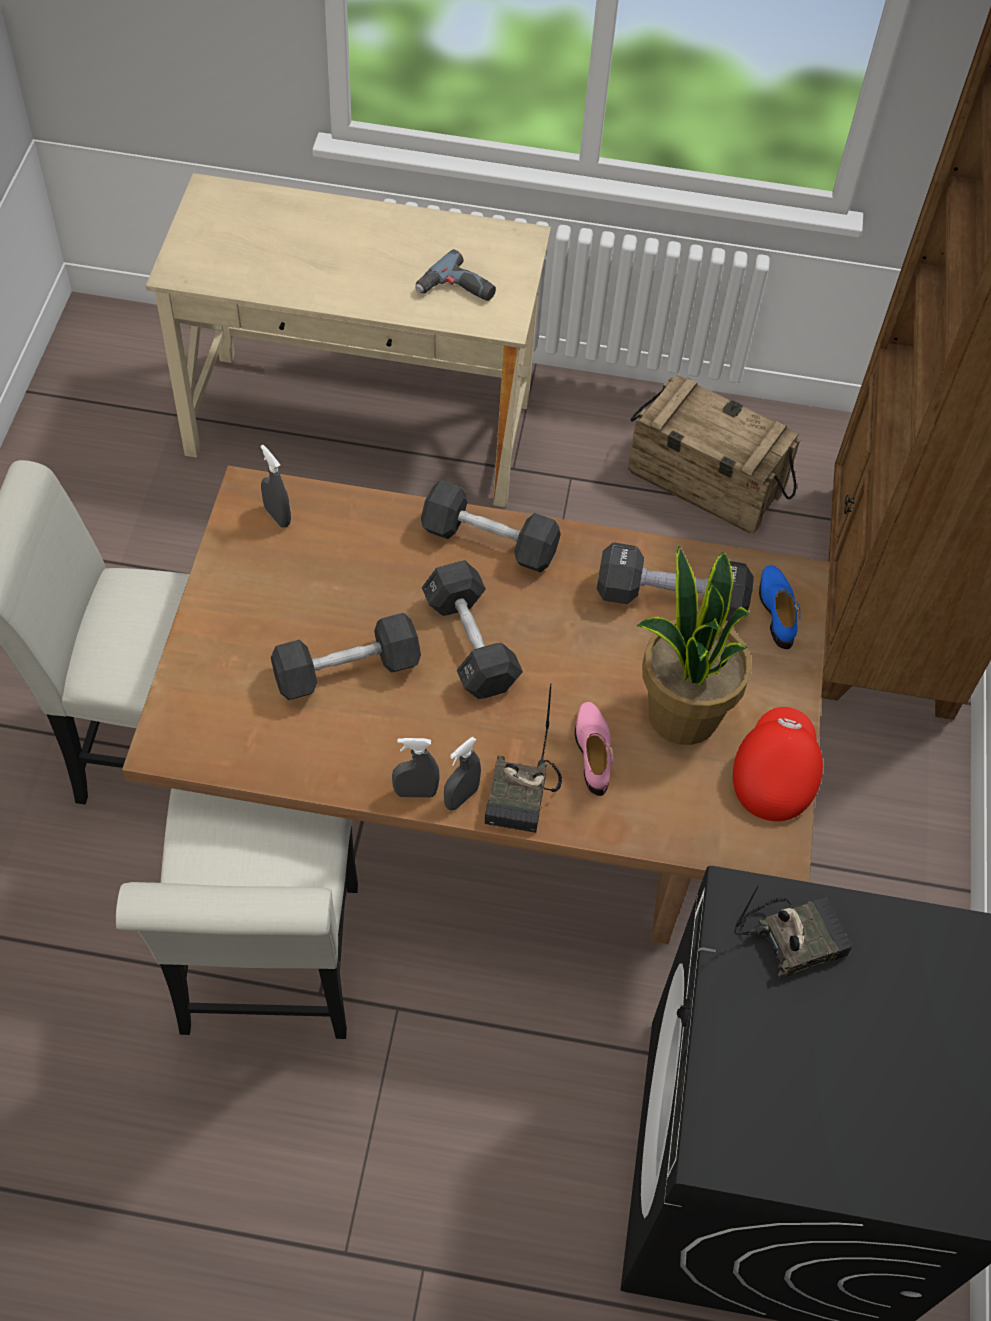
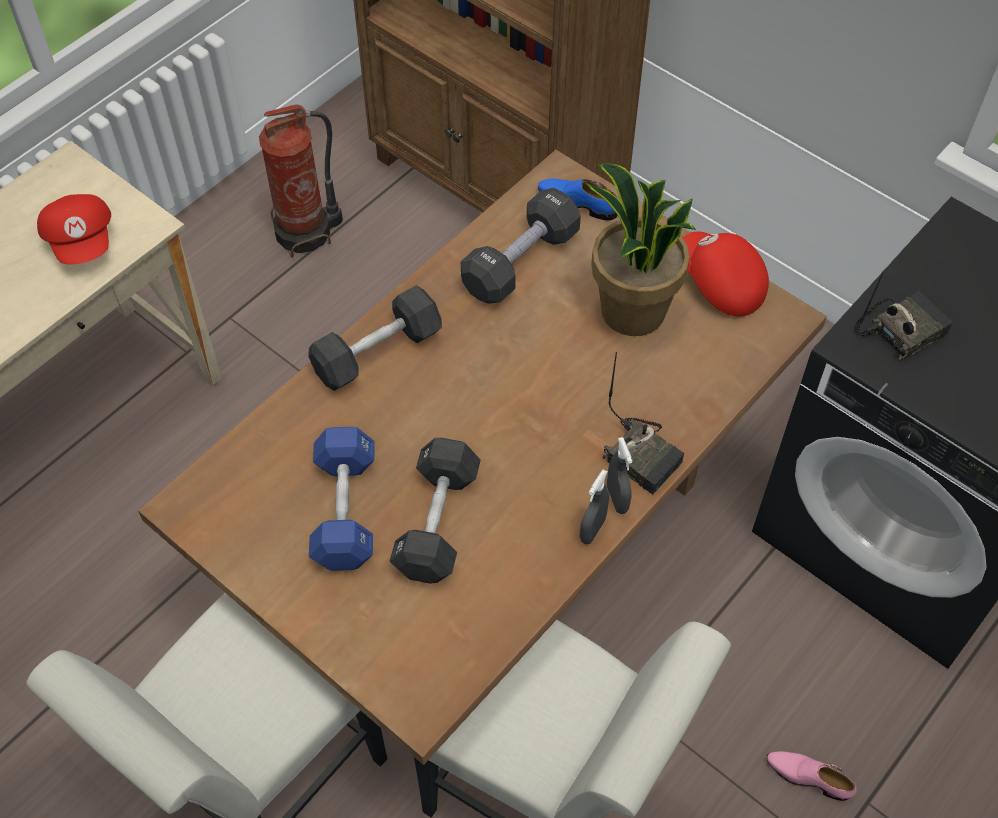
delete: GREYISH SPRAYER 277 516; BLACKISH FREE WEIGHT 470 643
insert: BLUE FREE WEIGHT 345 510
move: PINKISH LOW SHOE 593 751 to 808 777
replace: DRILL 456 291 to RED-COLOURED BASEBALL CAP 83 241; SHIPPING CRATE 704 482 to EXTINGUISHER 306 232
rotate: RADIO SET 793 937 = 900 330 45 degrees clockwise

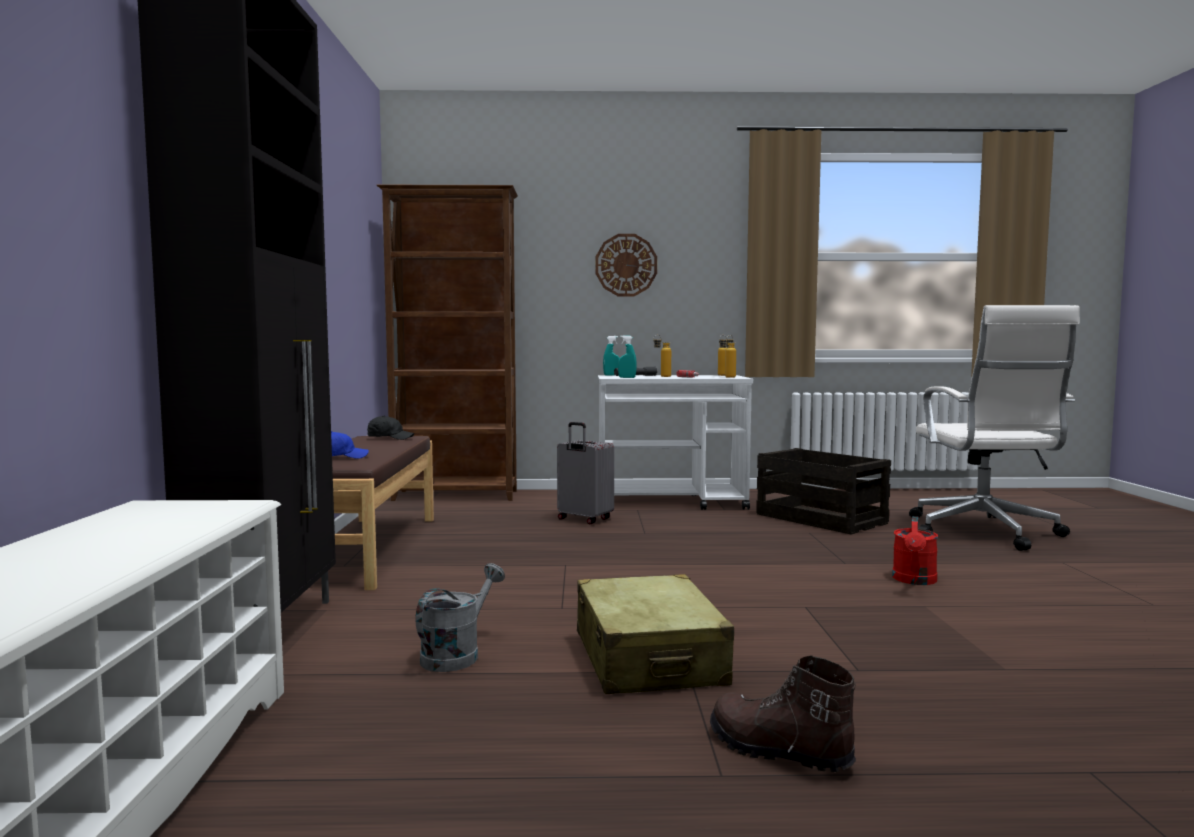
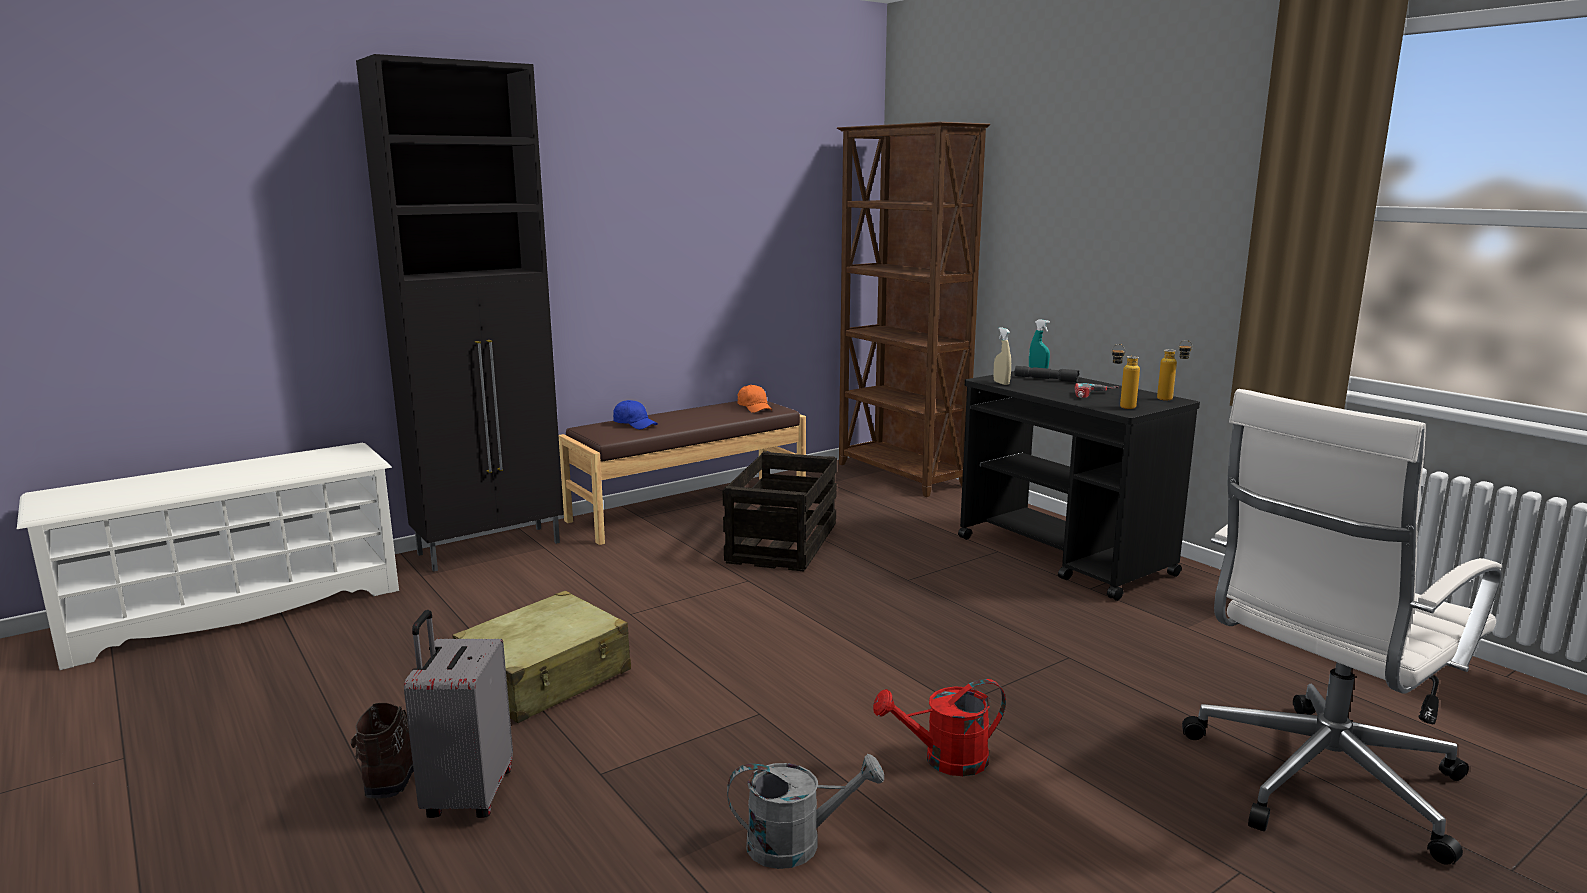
delete: CLOCK ON THE WALL 626 265; DRINK BOTTLE 661 376
move: GREYISH SUITCASE 584 520 to 467 795; SHIPPING CRATE 822 519 to 782 543; GREYISH WATERING CAN 457 654 to 797 844
recolor: BLUE-GREEN SPRAYER 627 377 to BEIGE SPRAYER 1001 383; WHITE-COLOURED WHEELED CART 671 502 to BLACKISH WHEELED CART 1065 557; BLACKISH BASEBALL CAP 390 438 to ORANGE-COLOURED BASEBALL CAP 755 408

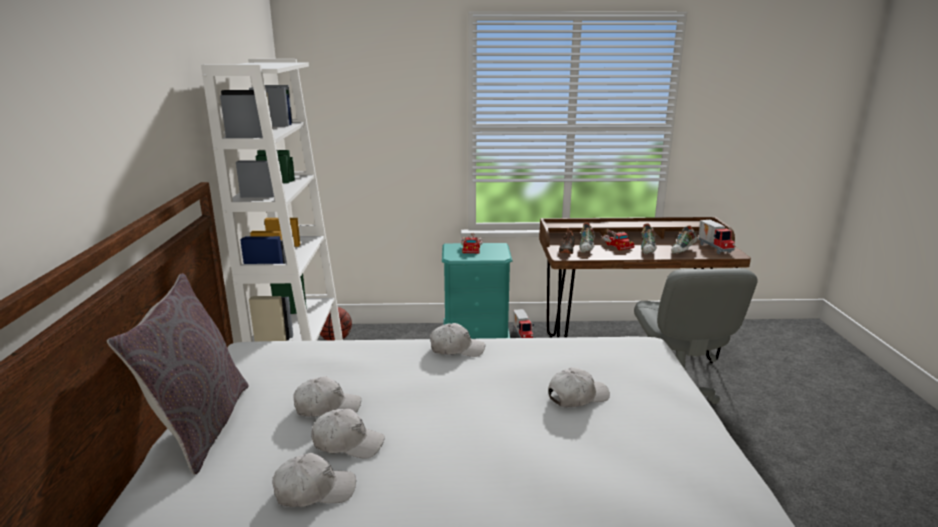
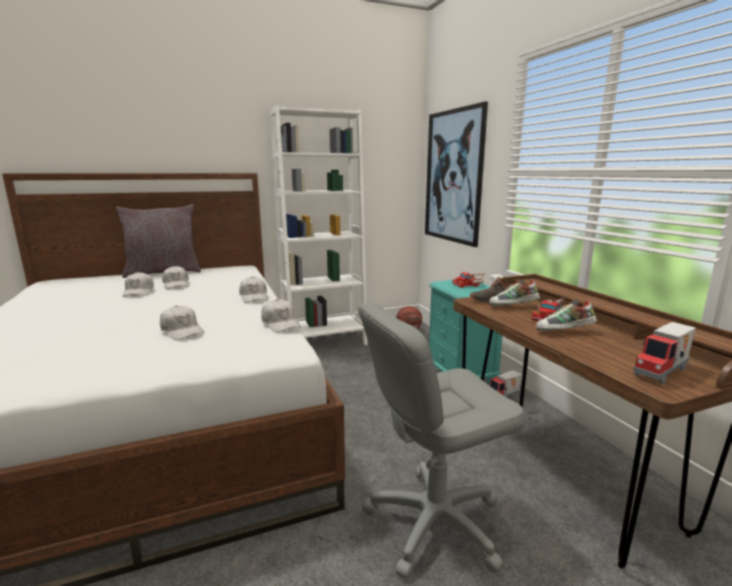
delete: LOW SHOE 683 251
insert: WALL PICTURE 453 177
move: WHITE-COLOURED BASEBALL CAP 314 490 to 280 324

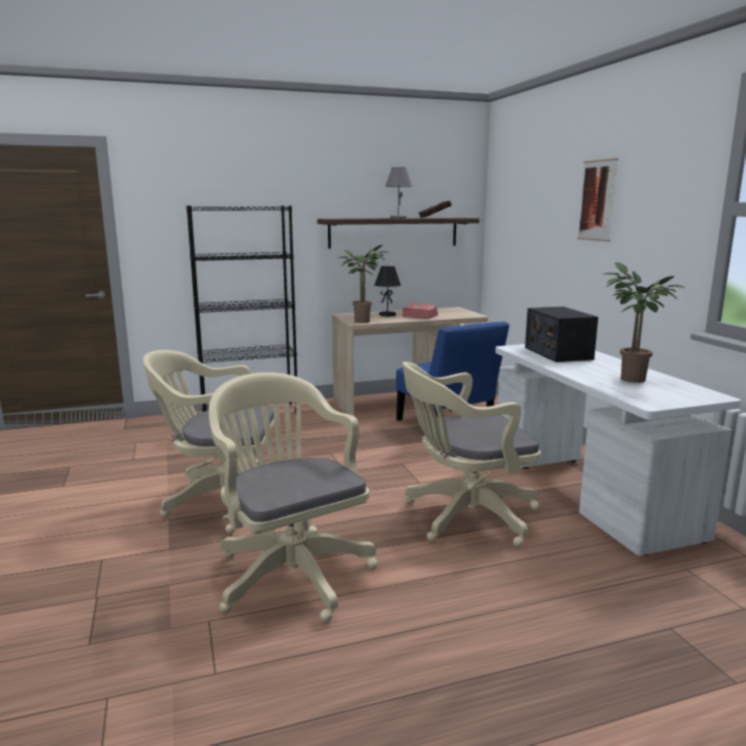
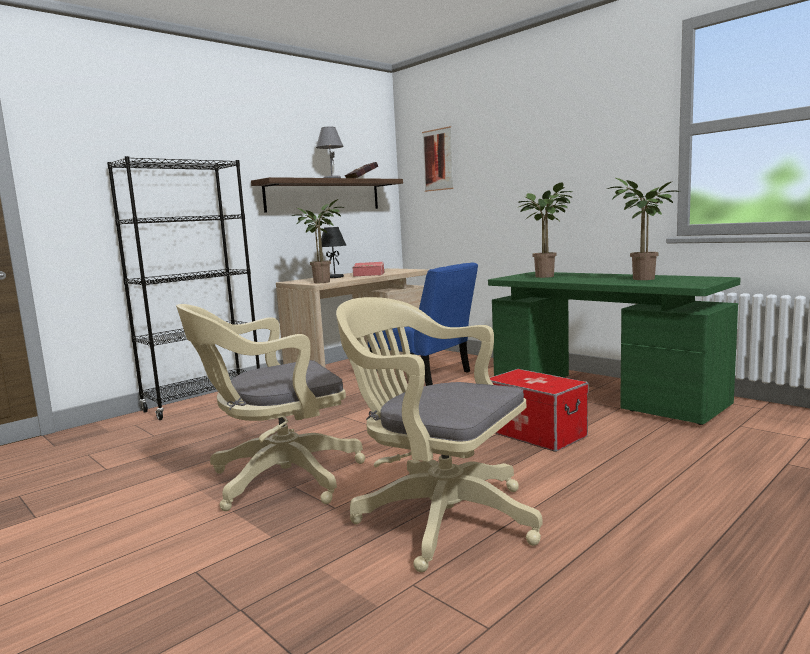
move: WALL PICTURE 597 200 to 438 160
replace: RADIO SET 557 353 to PLANT IN A POT 548 276; BEIGE DESK CHAIR 465 517 to STORAGE BIN 535 434
recolor: WHITE-COLOURED DESK TABLE 587 492 to GREENISH DESK TABLE 602 396

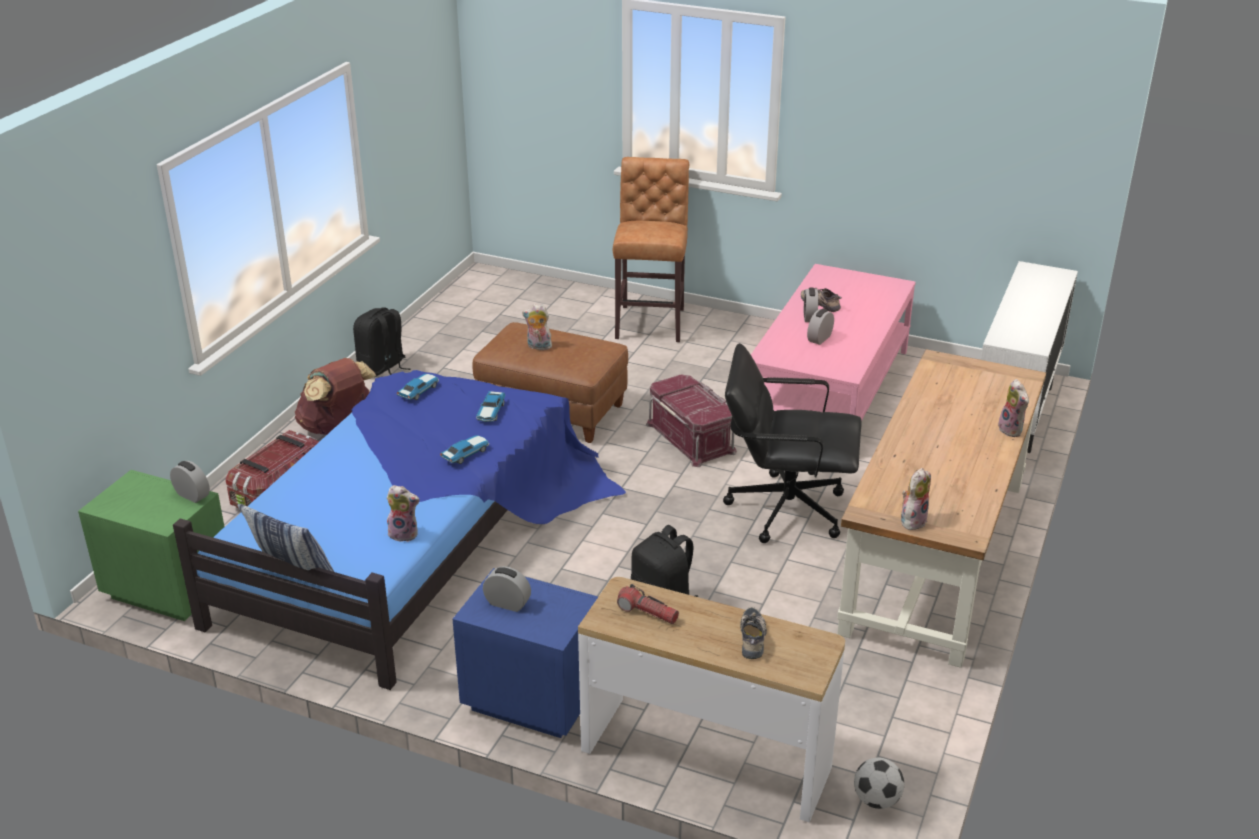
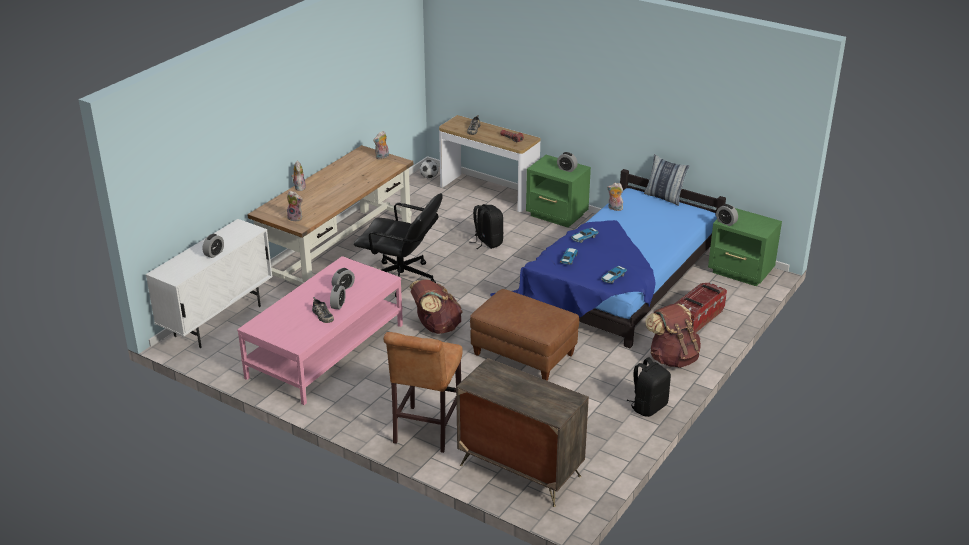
insert: TABLE CLOCK 214 253; CHEST OF DRAWERS 519 469
move: CUDDLY TOY 538 347 to 296 218
replace: RED-COLOURED STORAGE BIN 691 437 to BROWN KNAPSACK 436 327
recolor: BLUE NIGHTSTAND 530 699 to GREENISH NIGHTSTAND 557 215

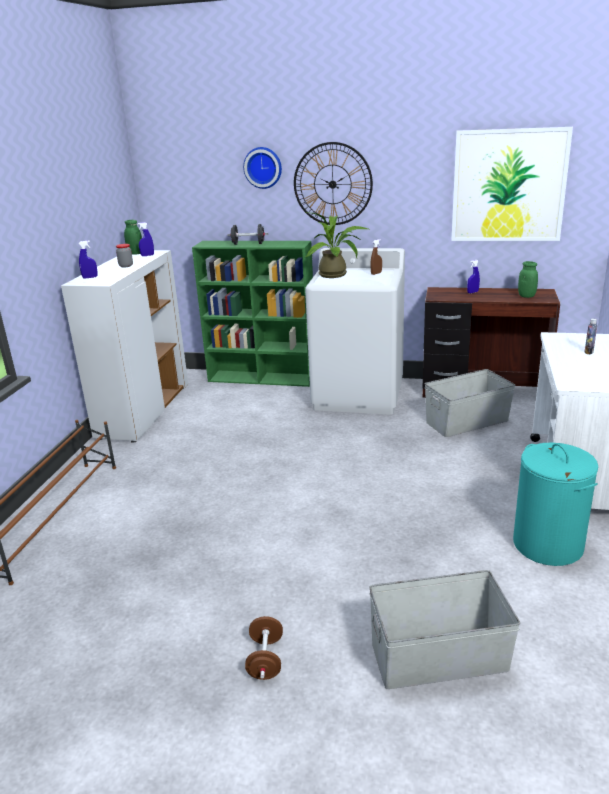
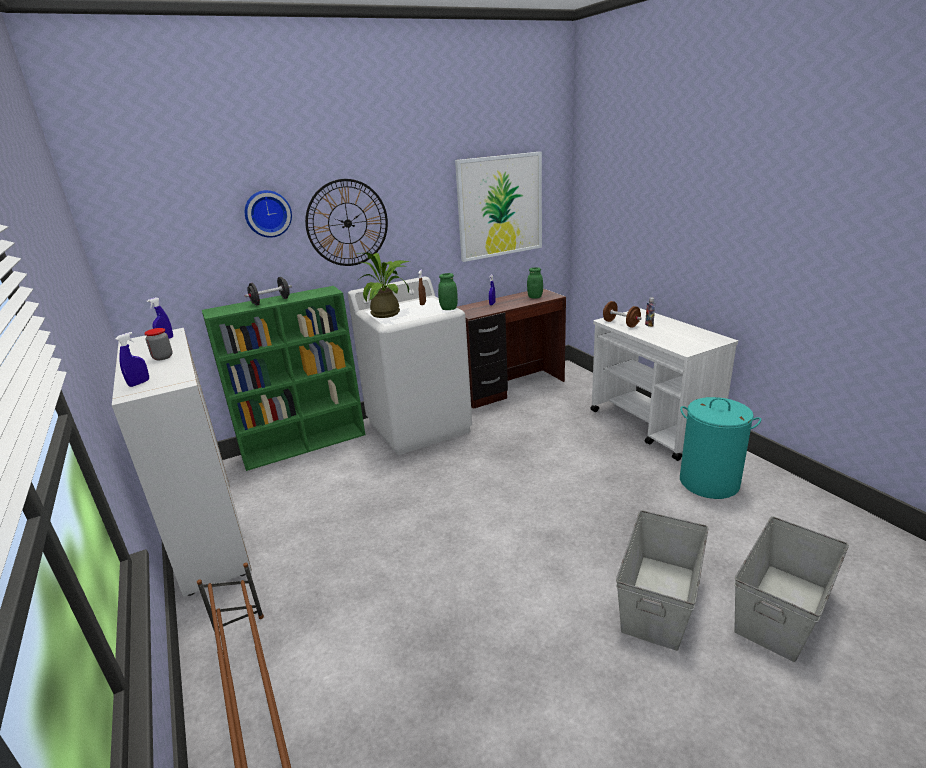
move: GREENISH PRESERVE JAR 135 253 to 449 309; GREYISH STORAGE BIN 467 421 to 659 599; BROWN FREE WEIGHT 265 660 to 621 324

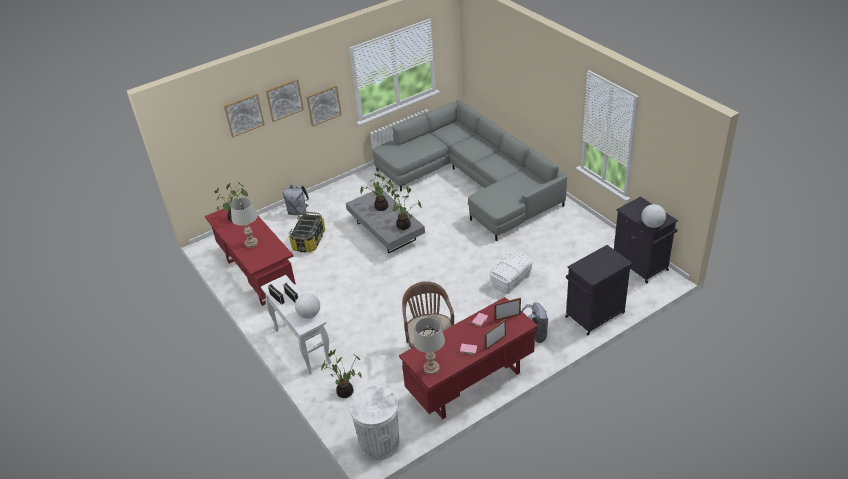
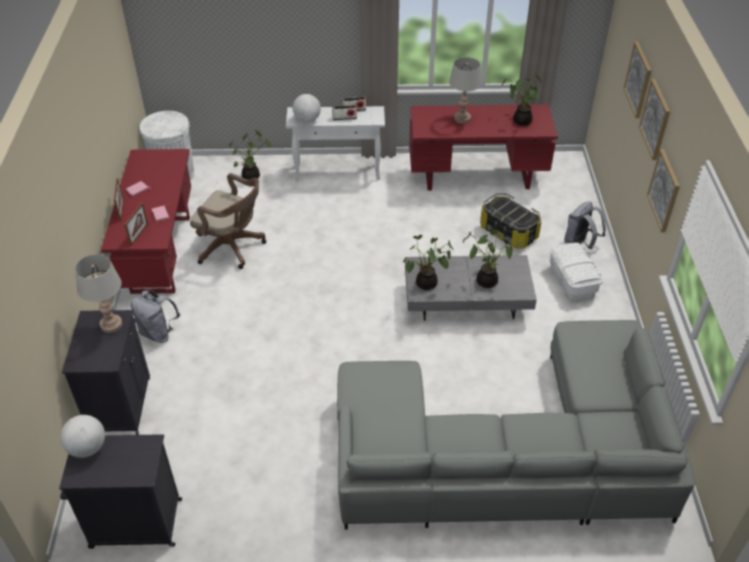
move: WHITE-COLOURED STORAGE BIN 511 280 to 572 282; GREYISH TABLETOP LAMP 431 368 to 111 325

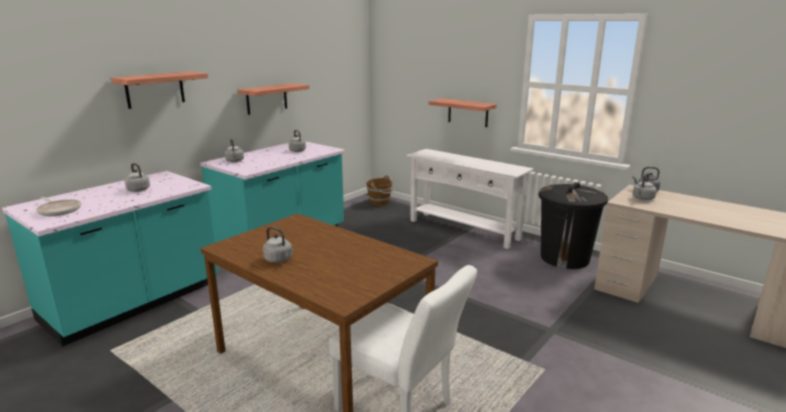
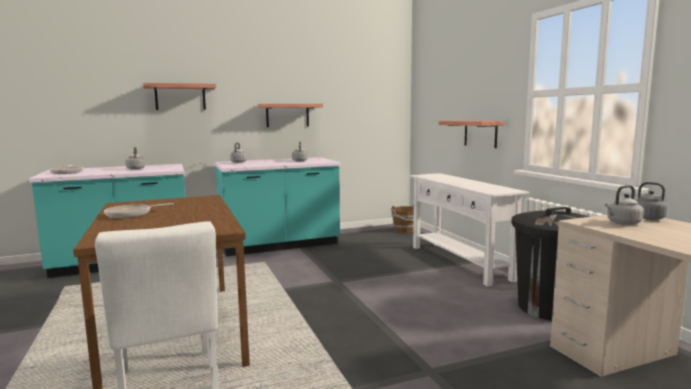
replace: GREYISH WATER KETTLE 279 260 to SKILLET 131 214

